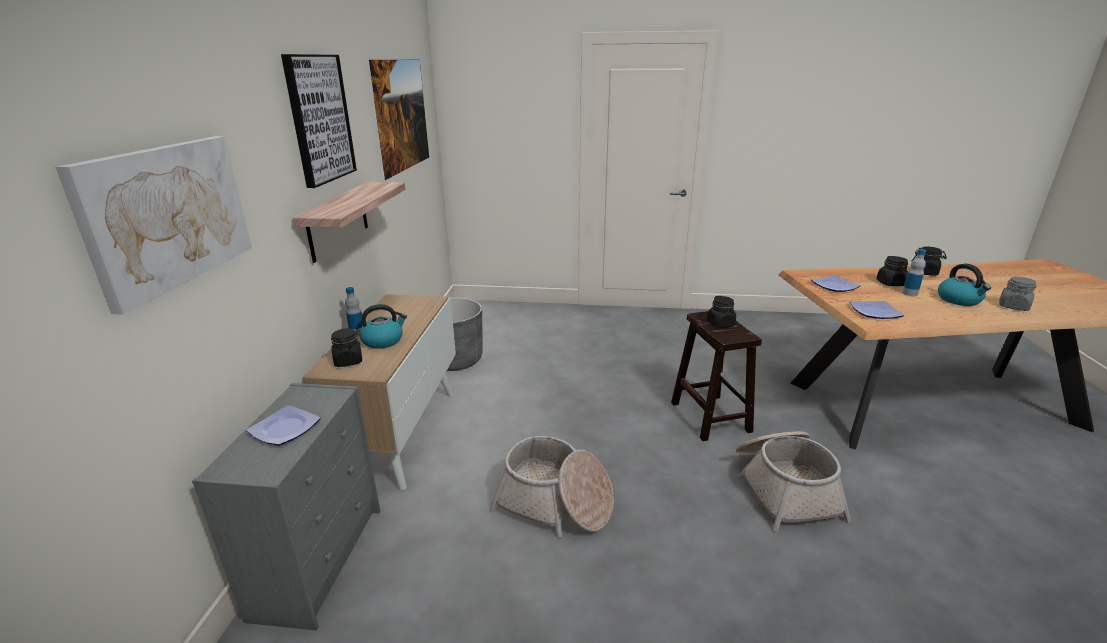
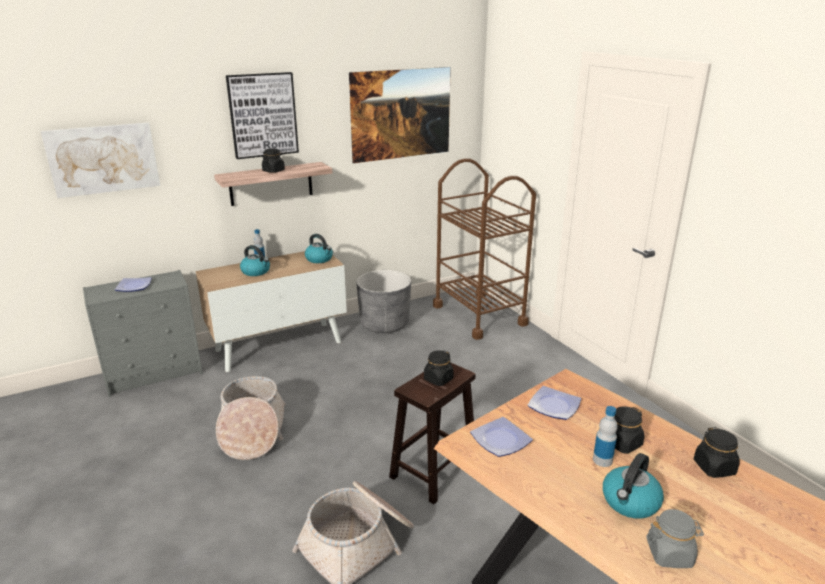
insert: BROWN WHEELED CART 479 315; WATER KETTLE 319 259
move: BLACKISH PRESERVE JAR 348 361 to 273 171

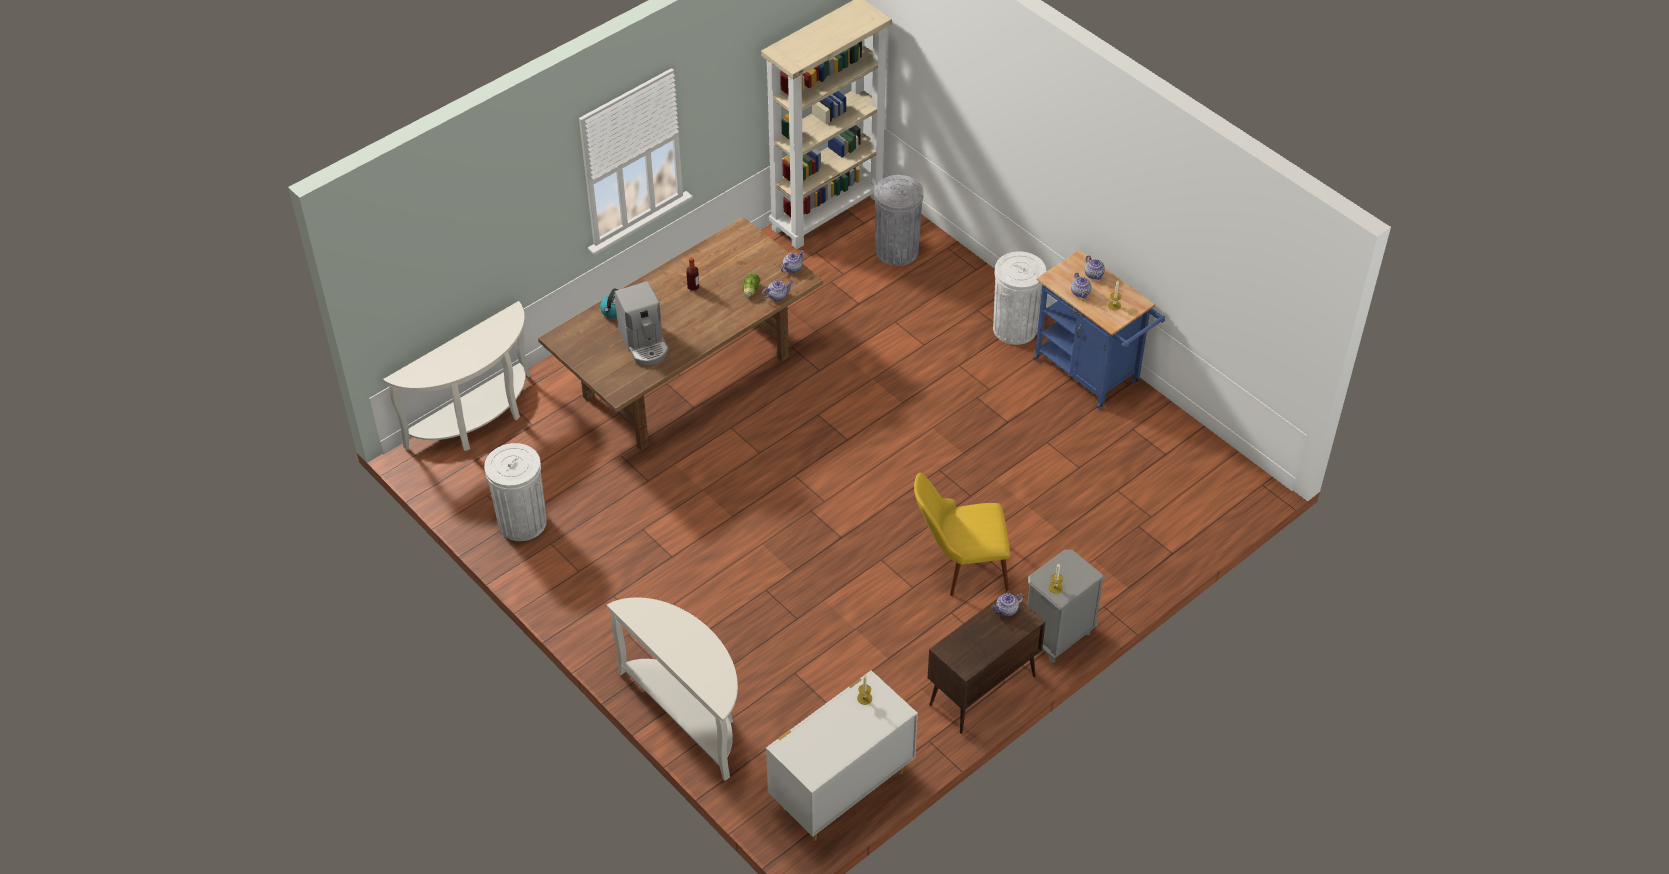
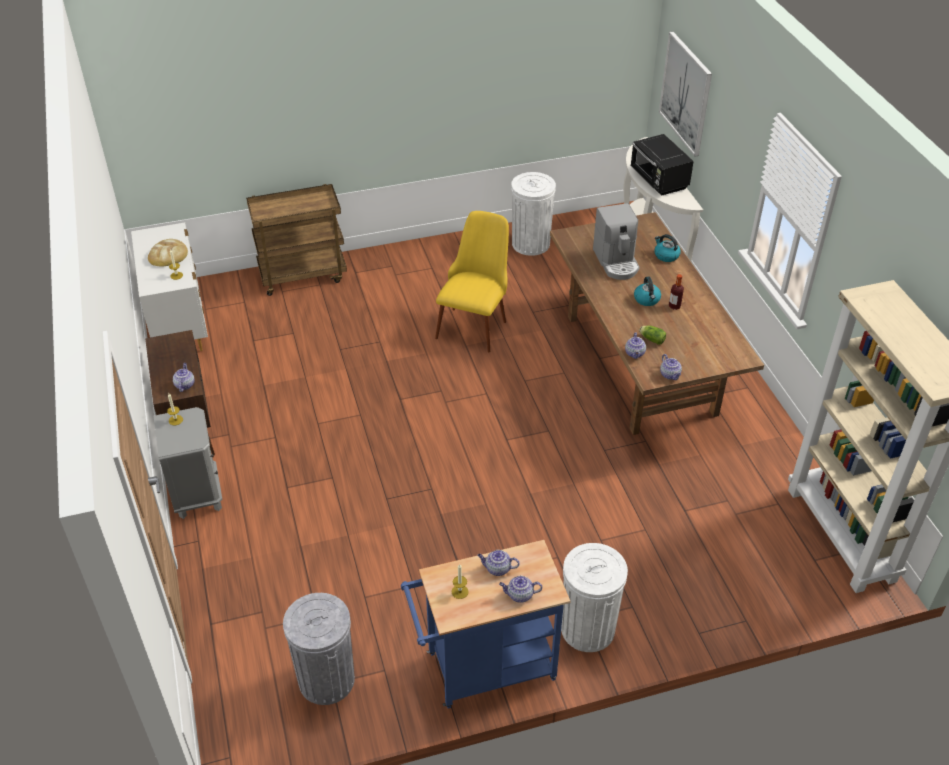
insert: WALL PICTURE 686 93; BLACKISH MICROWAVE 658 180; BAKERY BREAD 168 255; WATER KETTLE 647 299
move: GREYISH WASTE BIN 897 251 to 326 680; YELLOWISH PLAIN CHAIR 960 567 to 475 322
replace: WHITE-COLOURED NARROW TABLE 689 713 to BROWN WHEELED CART 303 275
rotate: COFFEE MACHINE 644 343 = 616 262 105 degrees counterclockwise

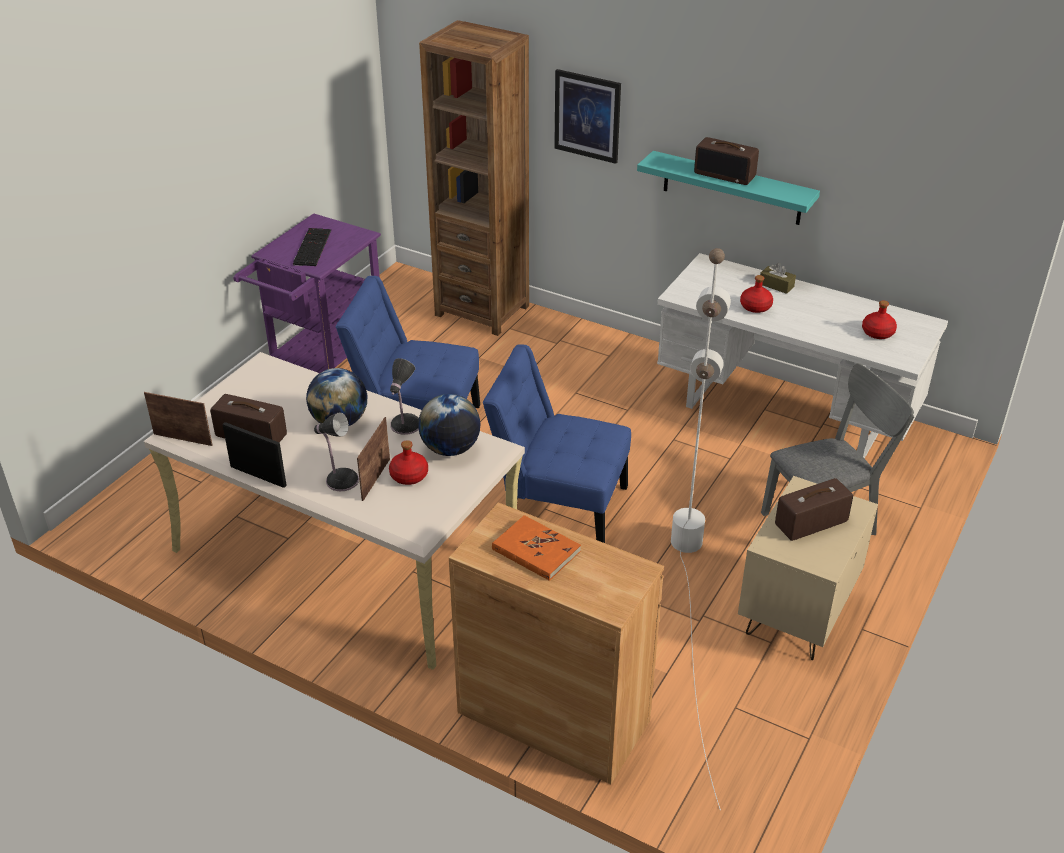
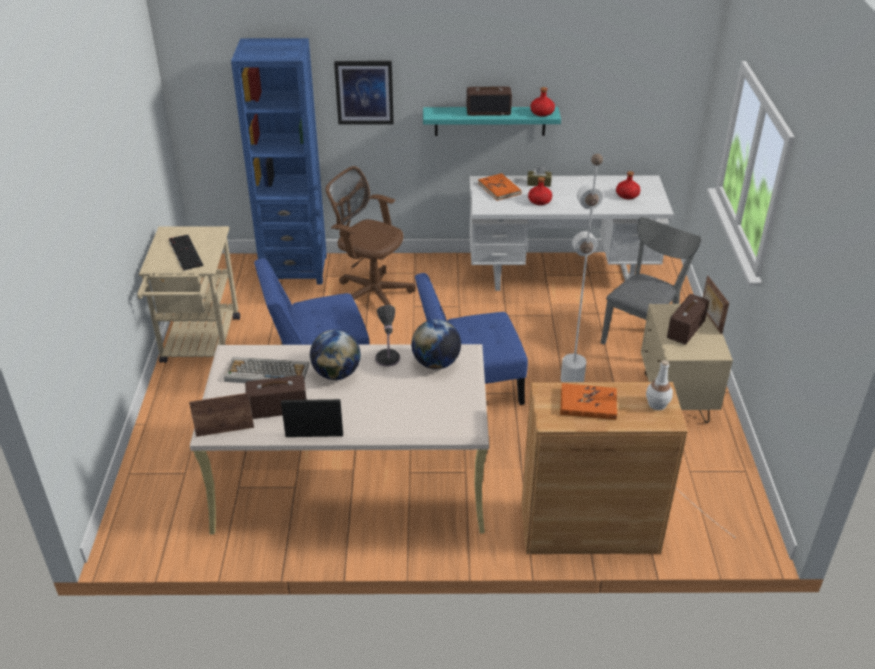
delete: TABLETOP LAMP 340 479
insert: BROWN DESK CHAIR 371 293; ORANGE-COLOURED BOUND BOOK 499 189; COMPUTER KEYBOARD 266 373; WHITE-COLOURED DRINK BOTTLE 657 404
move: PICTURE FRAME 374 479 to 710 320; RED-COLOURED DRINK BOTTLE 409 476 to 542 113
recolor: BROWN SHELVING UNIT 482 310 to BLUE SHELVING UNIT 294 269; PURPLE WHEELED CART 322 359 to BEIGE WHEELED CART 200 345

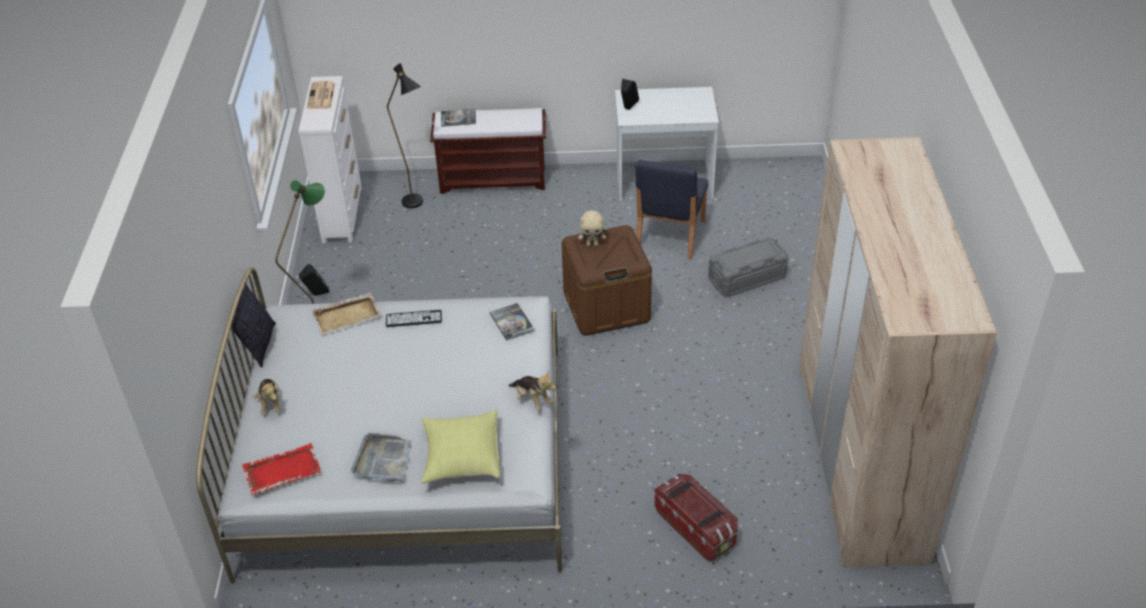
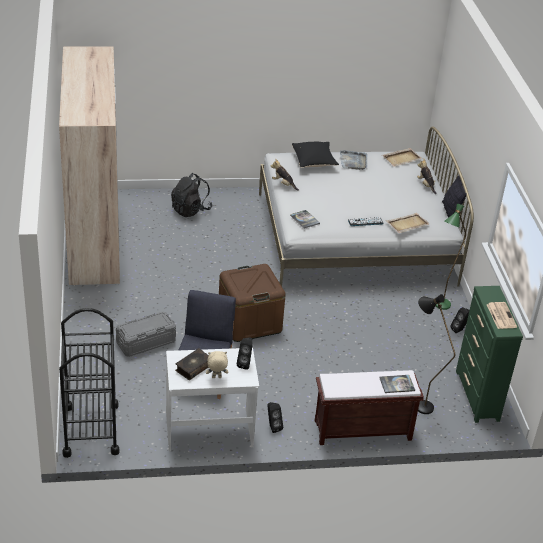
insert: BLACKISH WHEELED CART 91 430; BOUND BOOK 193 368; BLACKISH SPEAKER 272 427
move: BEIGE CUDDLY TOY 592 244 to 216 377
replace: STORAGE BIN 696 527 to BLACKISH KNAPSACK 191 210
recolor: WHITE-COLOURED CHEST OF DRAWERS 342 213 to GREENISH CHEST OF DRAWERS 477 396; YELLOWISH PILLOW 461 457 to BLACKISH PILLOW 314 162; RED-COLOURED SERVING TRAY 281 471 to BEIGE SERVING TRAY 402 158

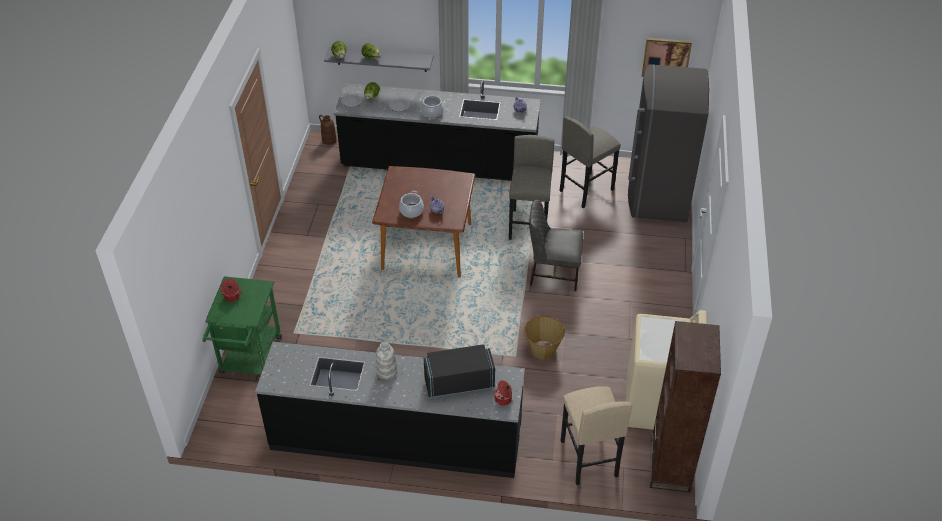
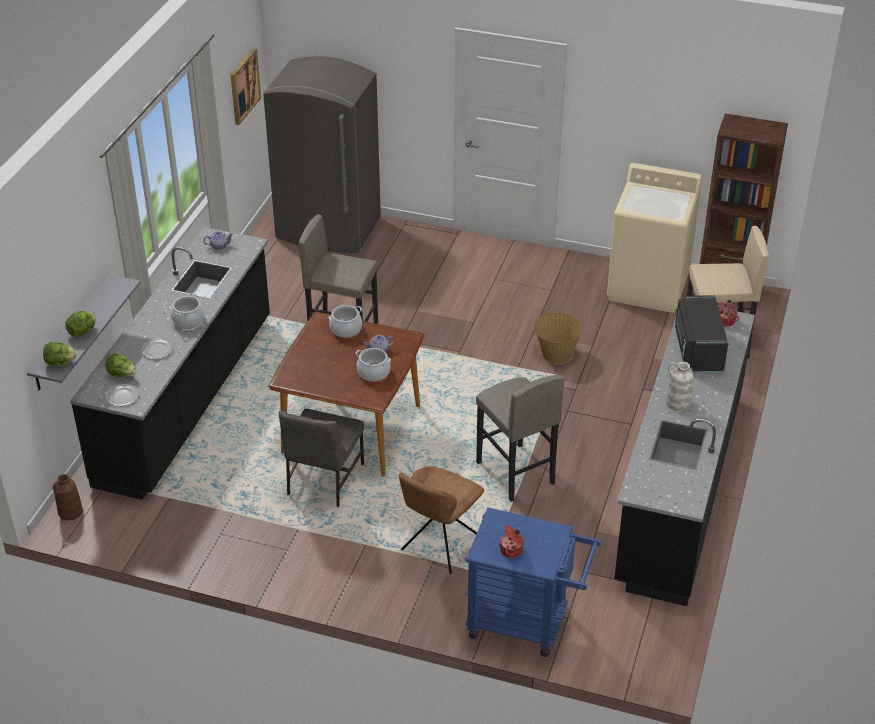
insert: STOCKPOT 346 329; BROWN PLAIN CHAIR 439 545
move: GREYISH SITTING STOOL 586 190 to 515 473; GREYISH PLAIN CHAIR 553 273 to 323 480
recolor: GREENISH WHEELED CART 249 359 to BLUE WHEELED CART 527 623

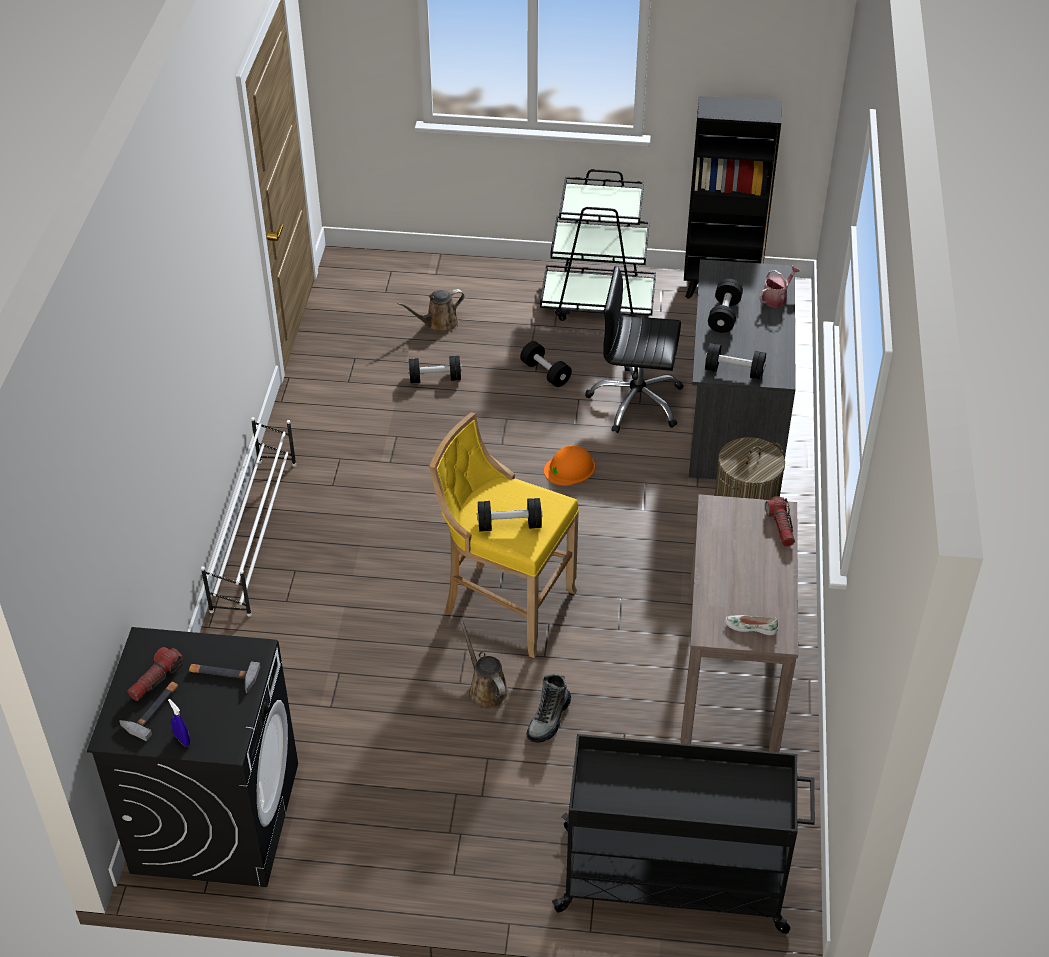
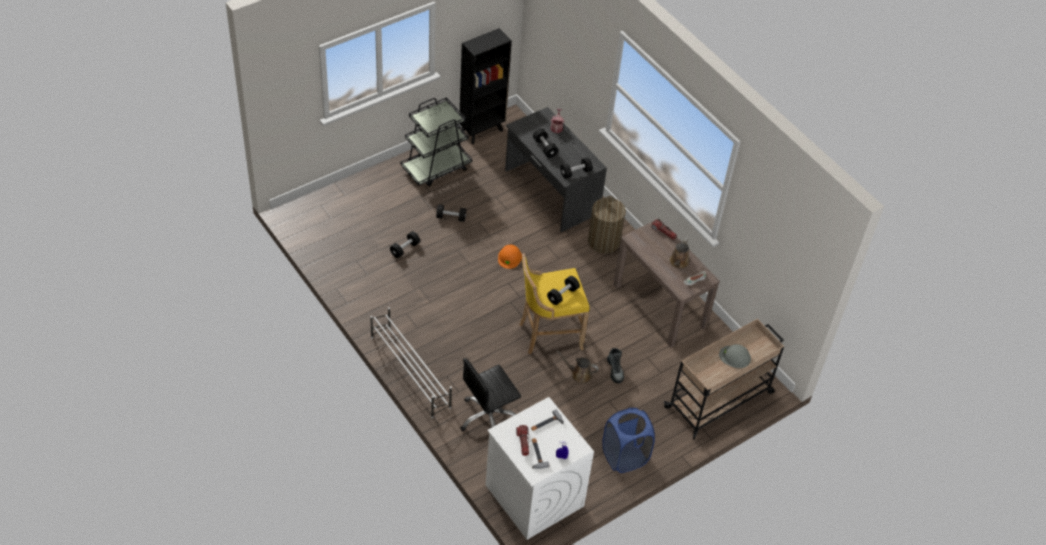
insert: GREYISH WORK HELMET 735 357; BLUE LAUNDRY BASKET 624 456
move: BLACKISH DESK CHAIR 636 402 to 488 417; BROWN WATERING CAN 438 324 to 678 262
recolor: BLACKISH WASHING MACHINE 216 816 to WHITE-COLOURED WASHING MACHINE 534 495; BLACKISH WHEELED CART 676 880 to BEIGE WHEELED CART 720 399

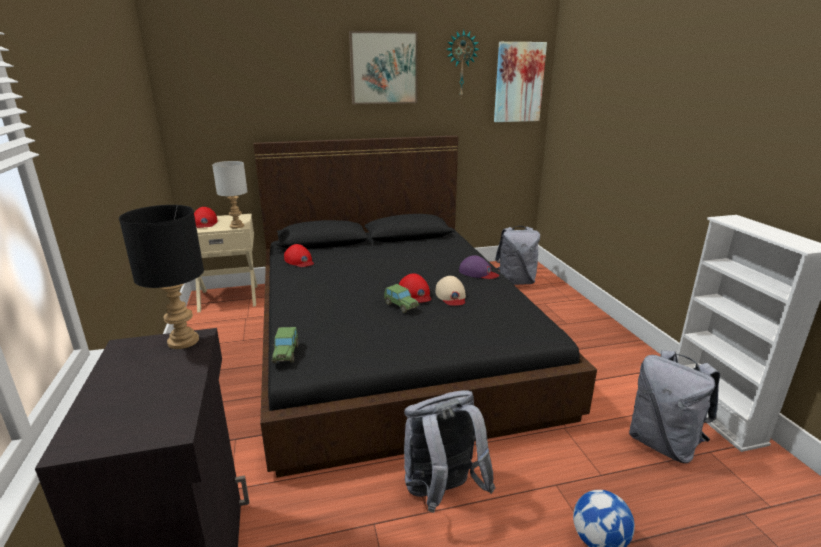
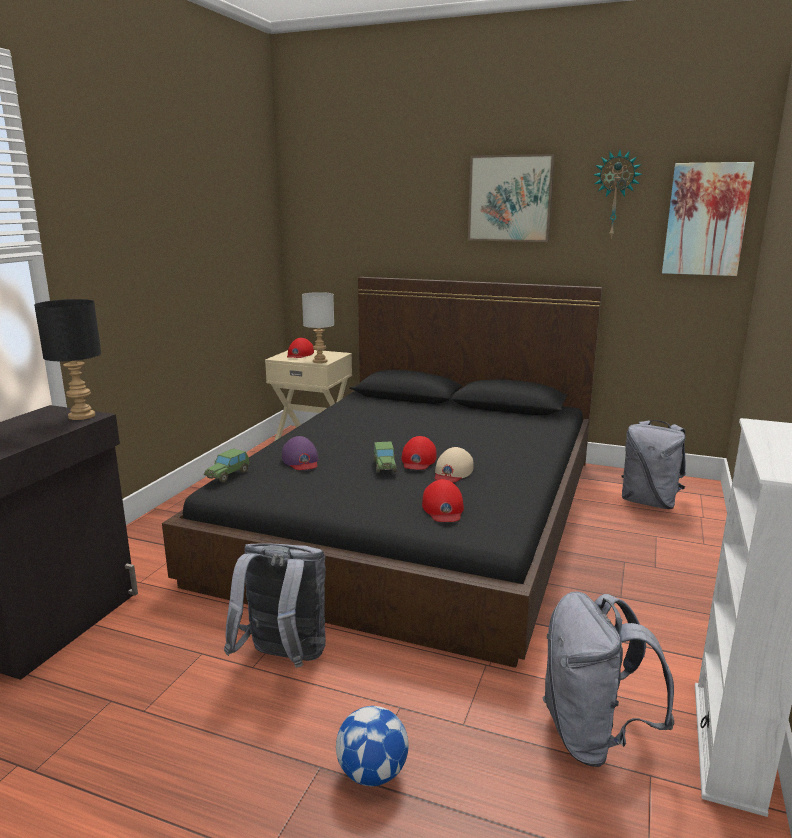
move: RED-COLOURED BASEBALL CAP 299 261 to 443 508; PURPLE BASEBALL CAP 478 273 to 301 460

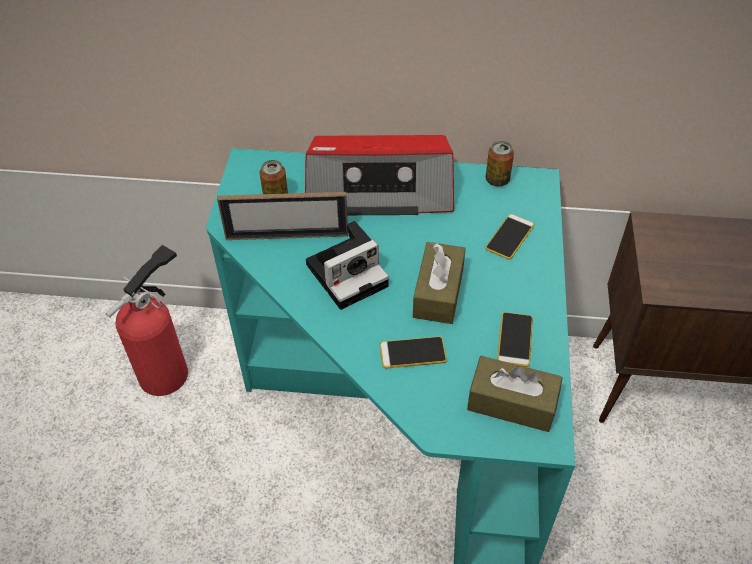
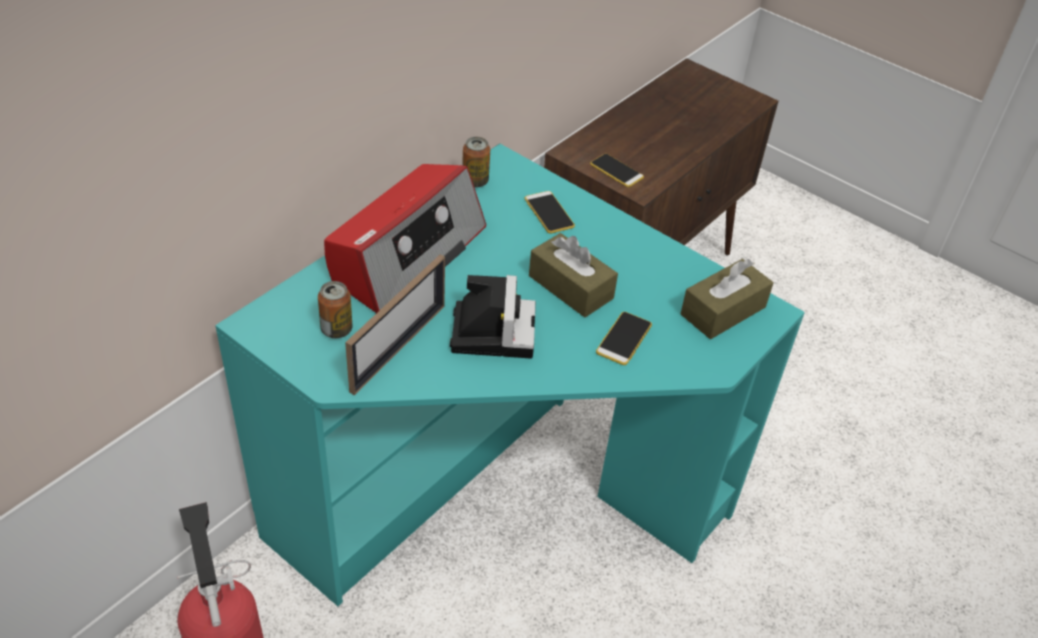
move: TELEPHONE 515 339 to 616 171

